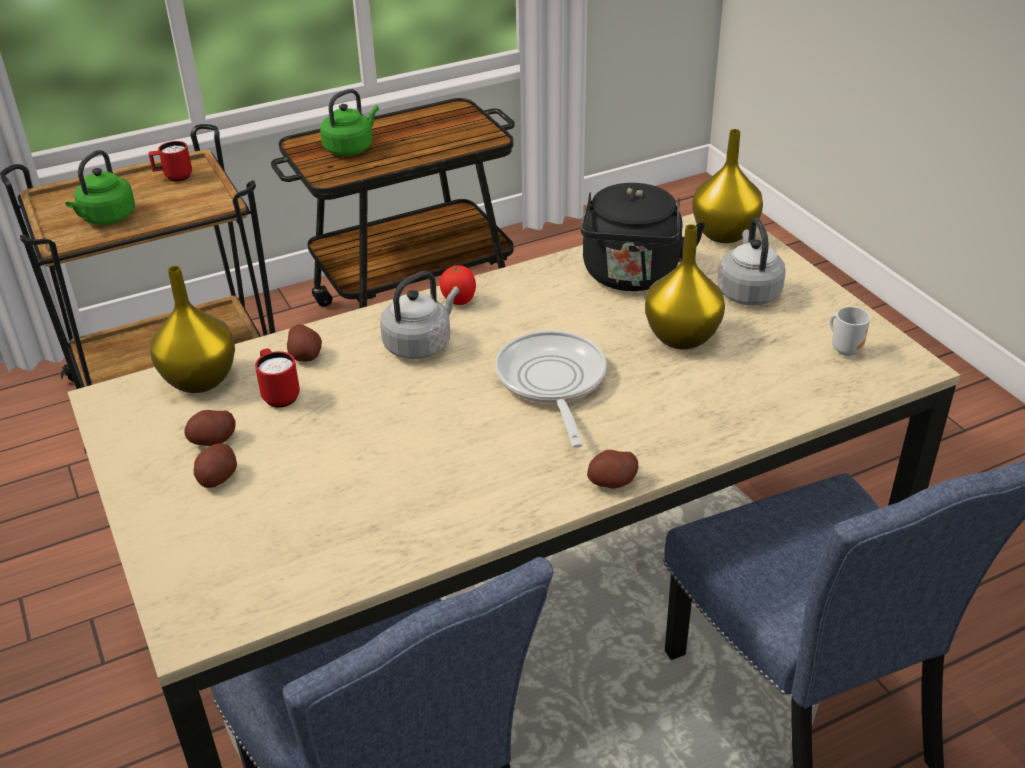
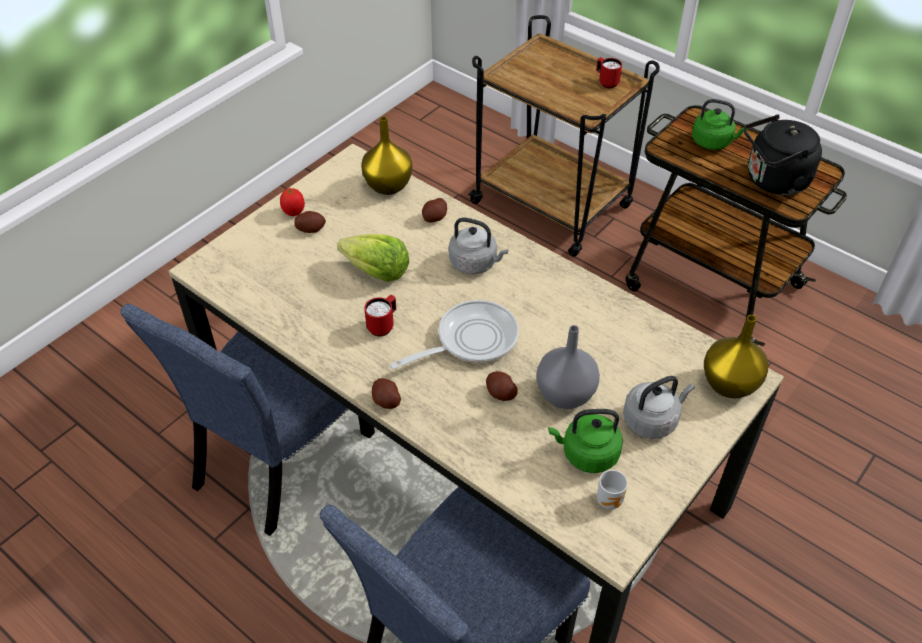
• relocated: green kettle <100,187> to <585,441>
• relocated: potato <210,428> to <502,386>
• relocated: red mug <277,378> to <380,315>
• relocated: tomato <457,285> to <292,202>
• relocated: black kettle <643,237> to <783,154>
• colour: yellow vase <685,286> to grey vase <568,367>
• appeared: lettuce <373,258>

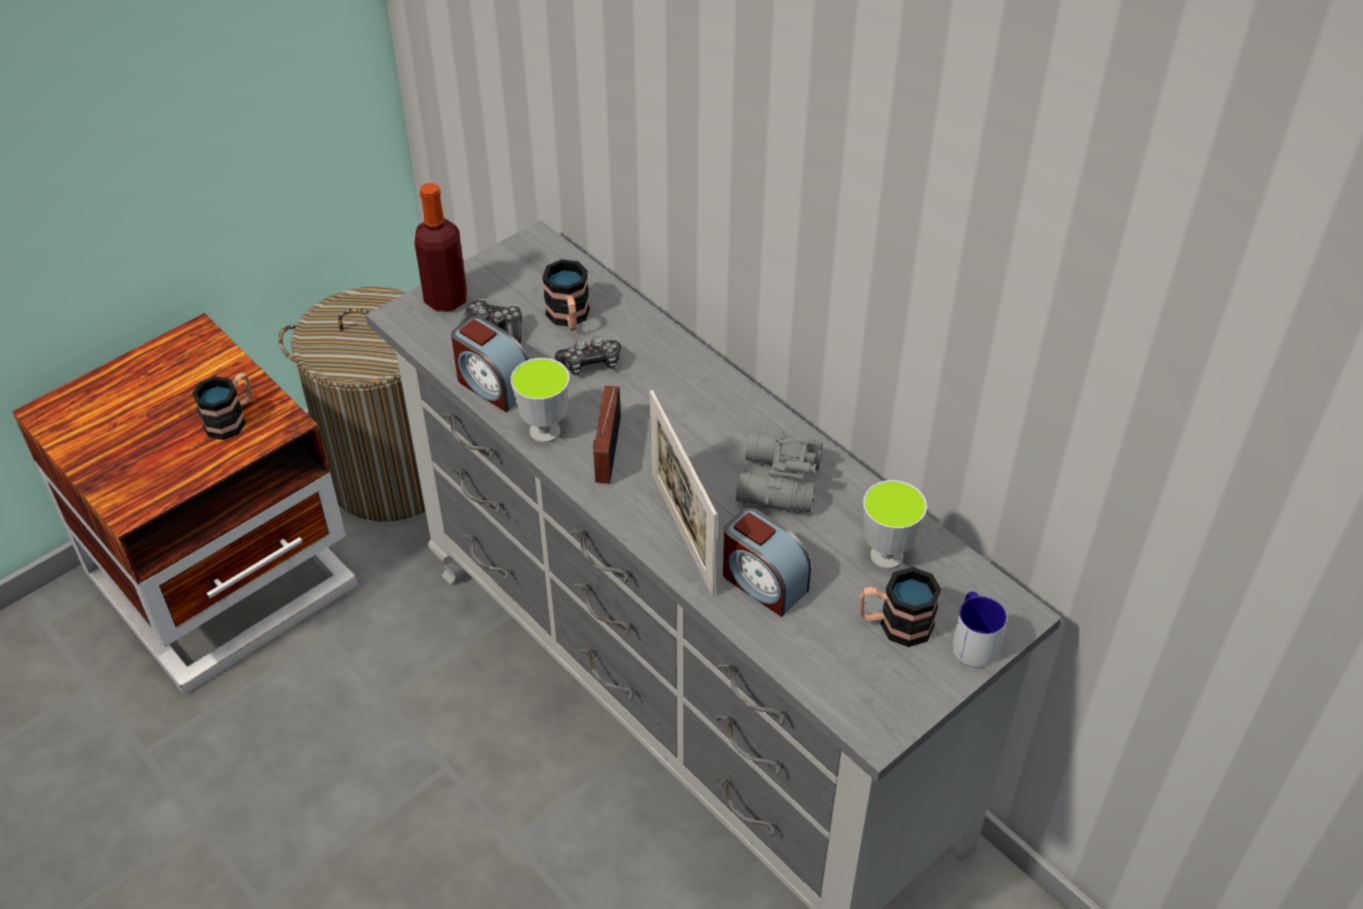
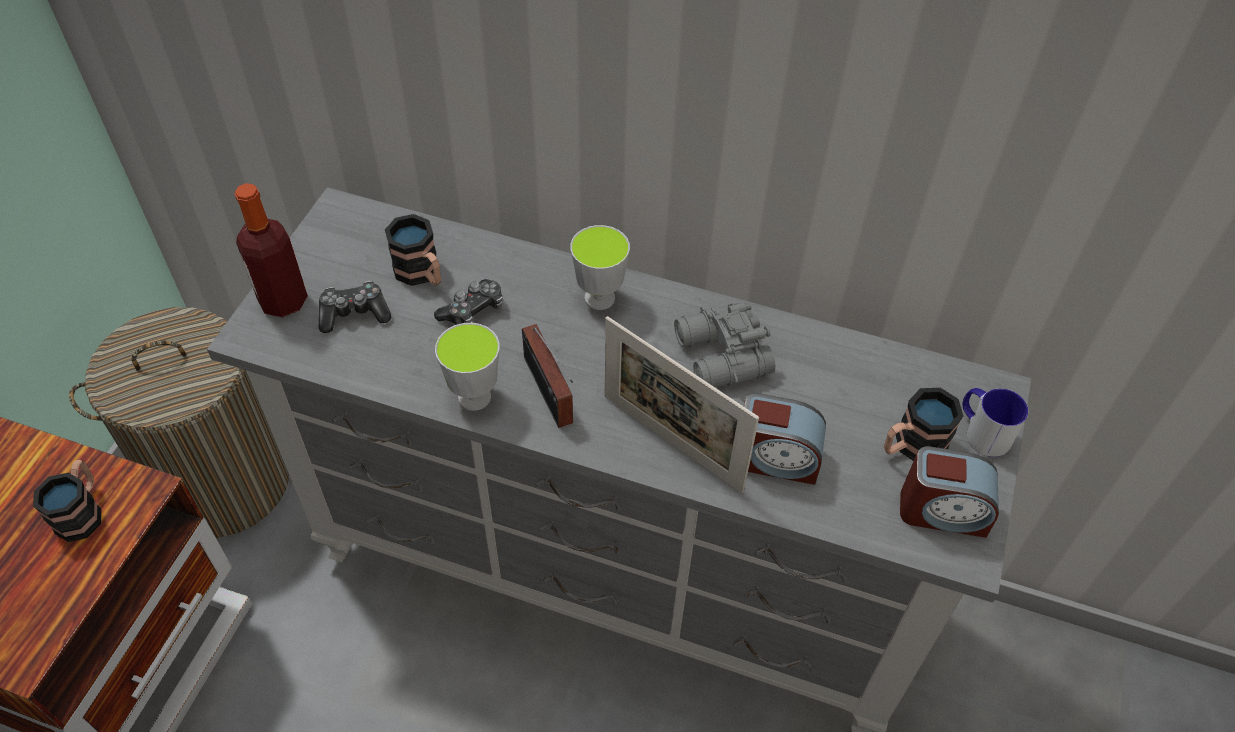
• relocated: alarm clock <490,364> to <949,492>
• relocated: cup <895,524> to <600,267>

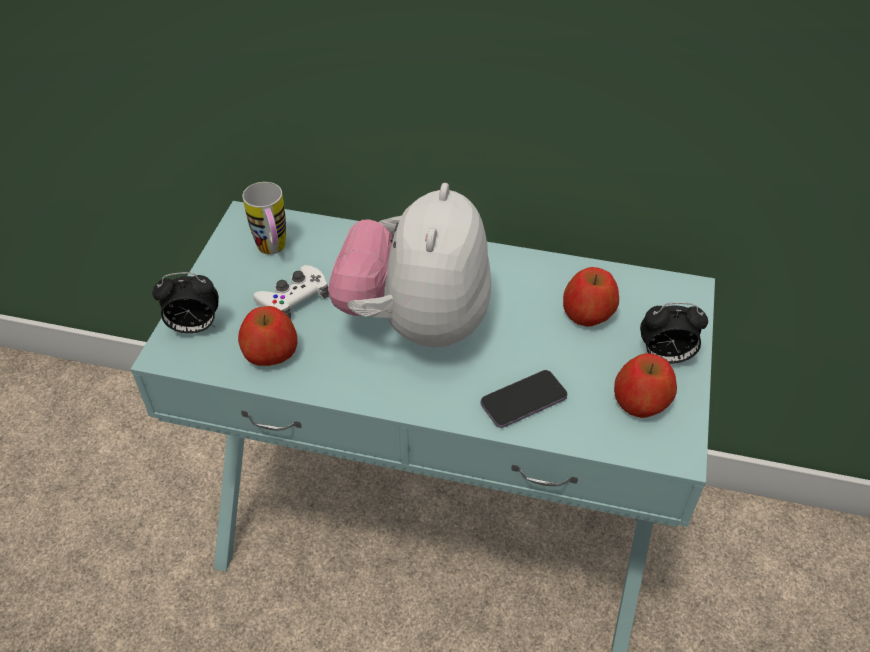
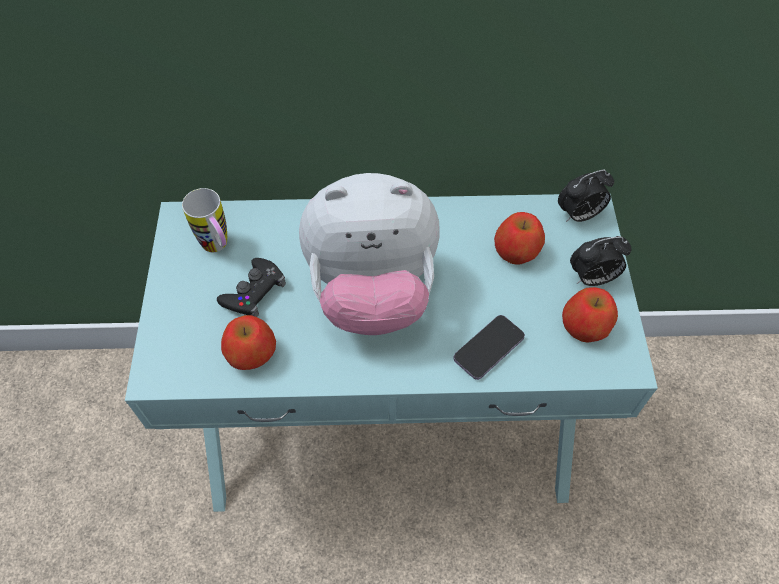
• relocated: alarm clock <185,303> to <586,196>
• colour: white game controller <291,292> to black game controller <251,287>
• spun: plush toy <409,265> = <369,254> 90 degrees counterclockwise

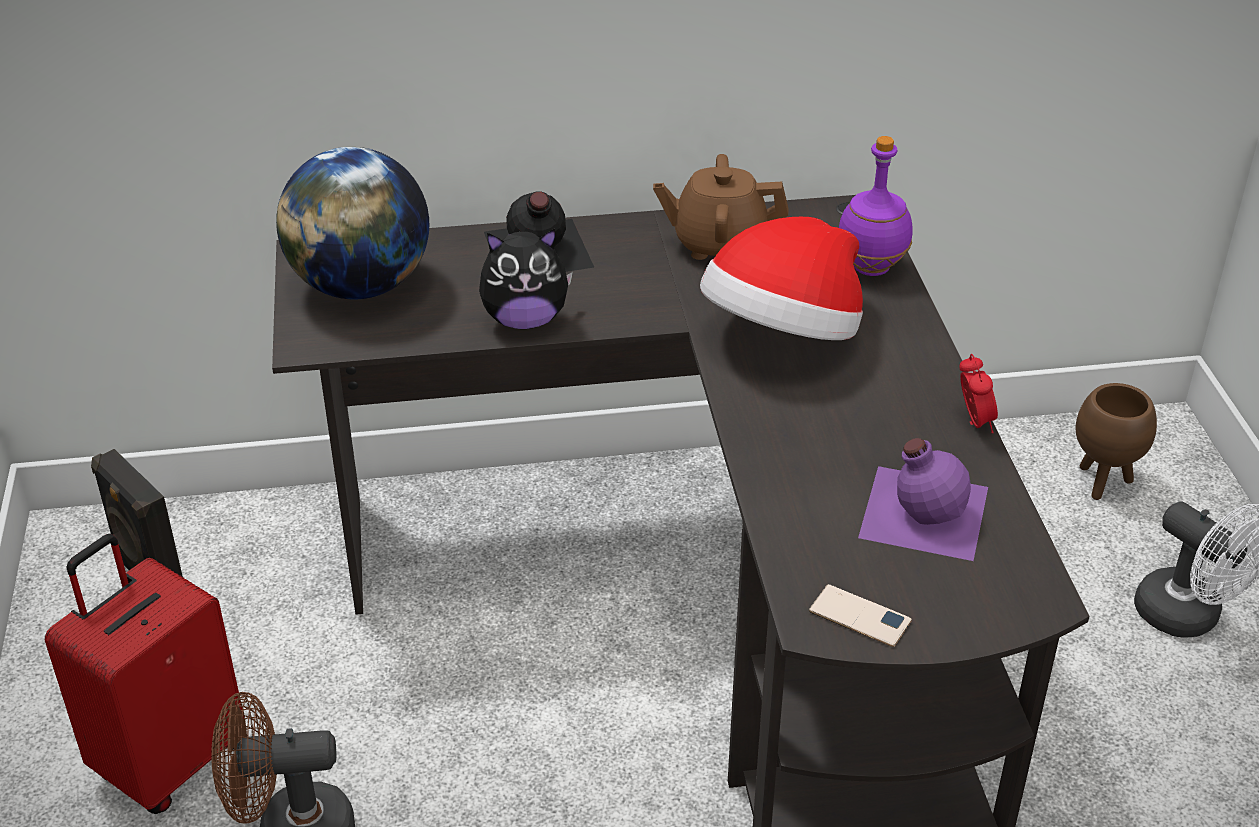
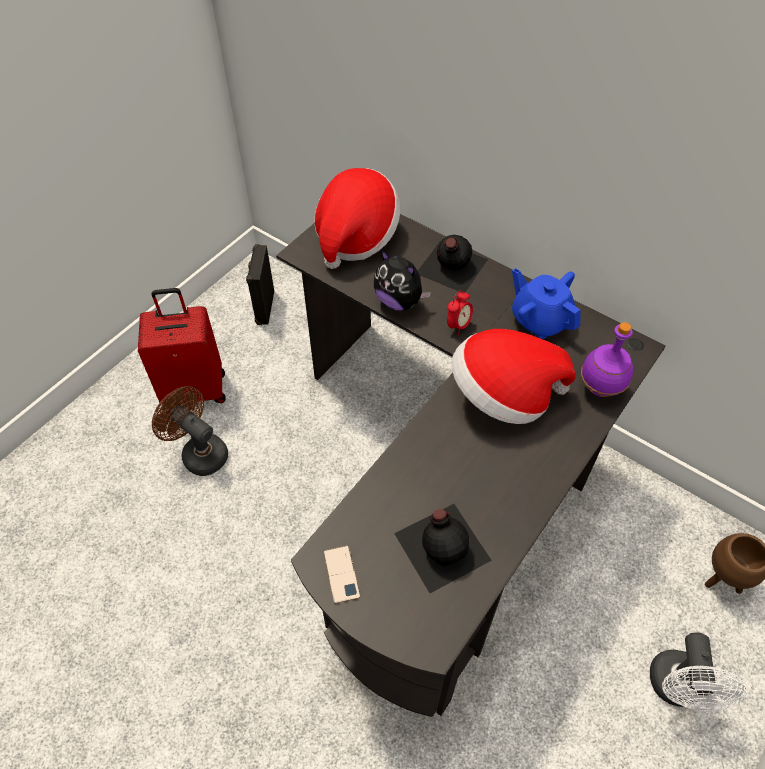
• exchanged: globe <352,223> to hat <357,218>
• colour: brown teapot <721,207> to blue teapot <546,303>
• colour: purple bottle <923,499> to black bottle <443,548>
• relocated: alarm clock <978,393> to <460,312>

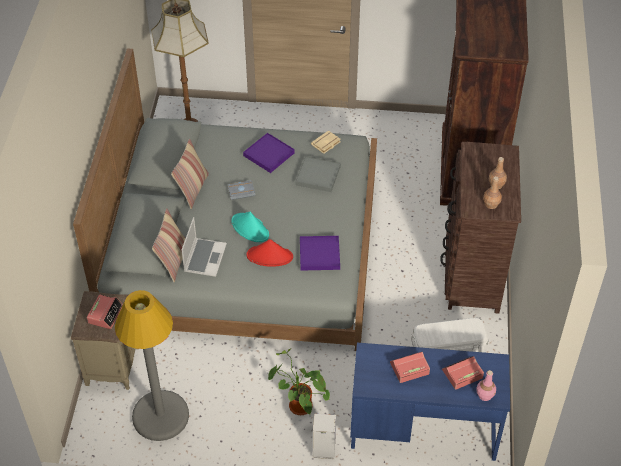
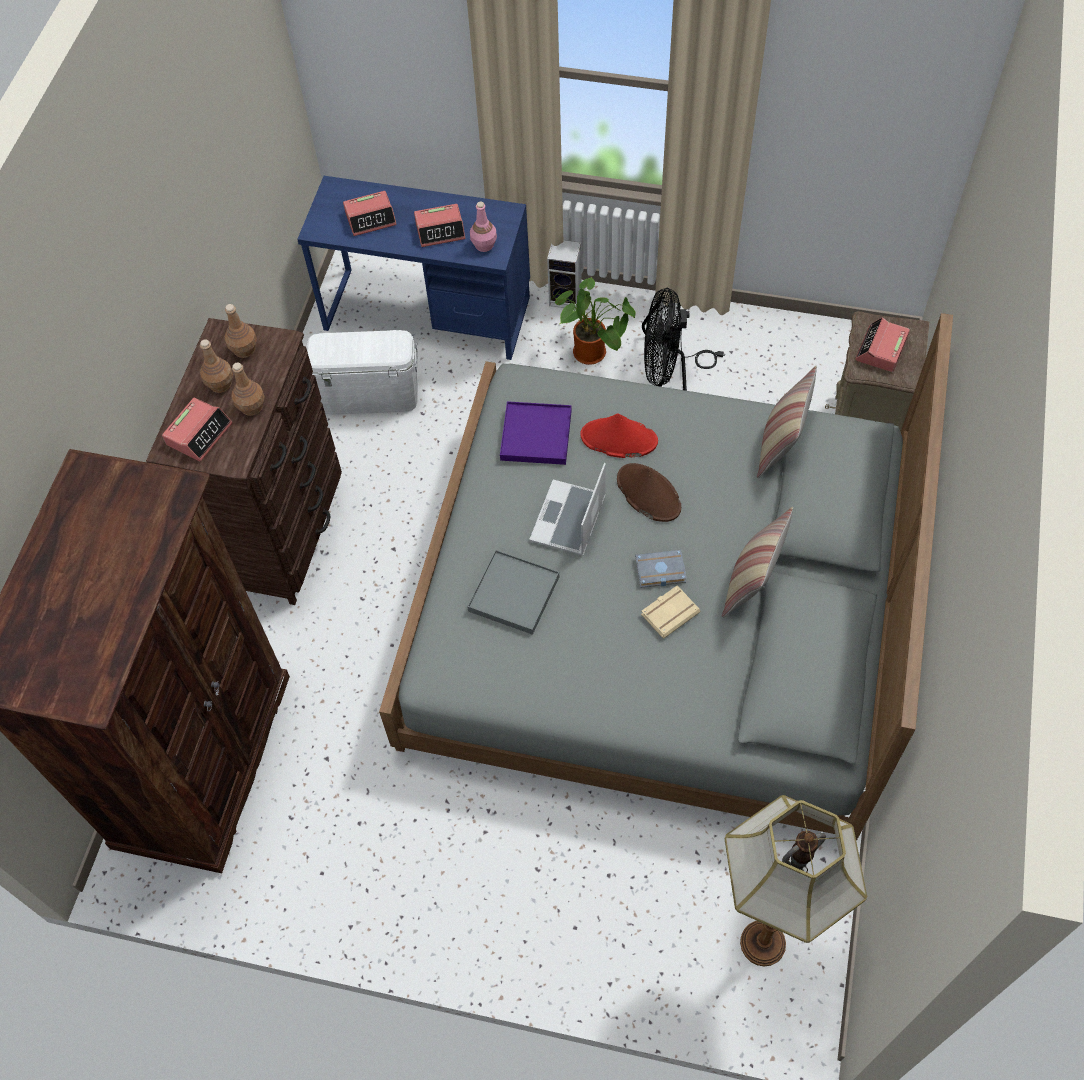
• missing: grey floor lamp <152,365>
• relocated: laptop <204,247> to <567,509>
• colour: turquoise hat <250,227> to brown hat <649,492>
• missing: purple tray <269,153>
• relocated: beige book <326,142> to <670,611>
• relocated: pink bottle <486,385> to <483,227>
• appeared: alarm clock <197,430>
• appeared: brown bottle <247,389>
• appeared: black fan <684,339>

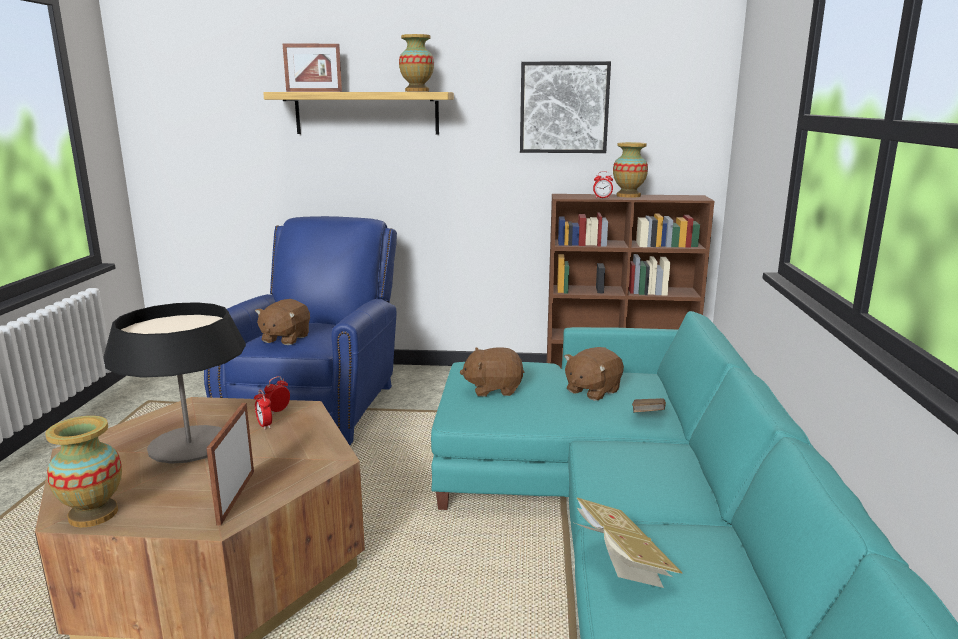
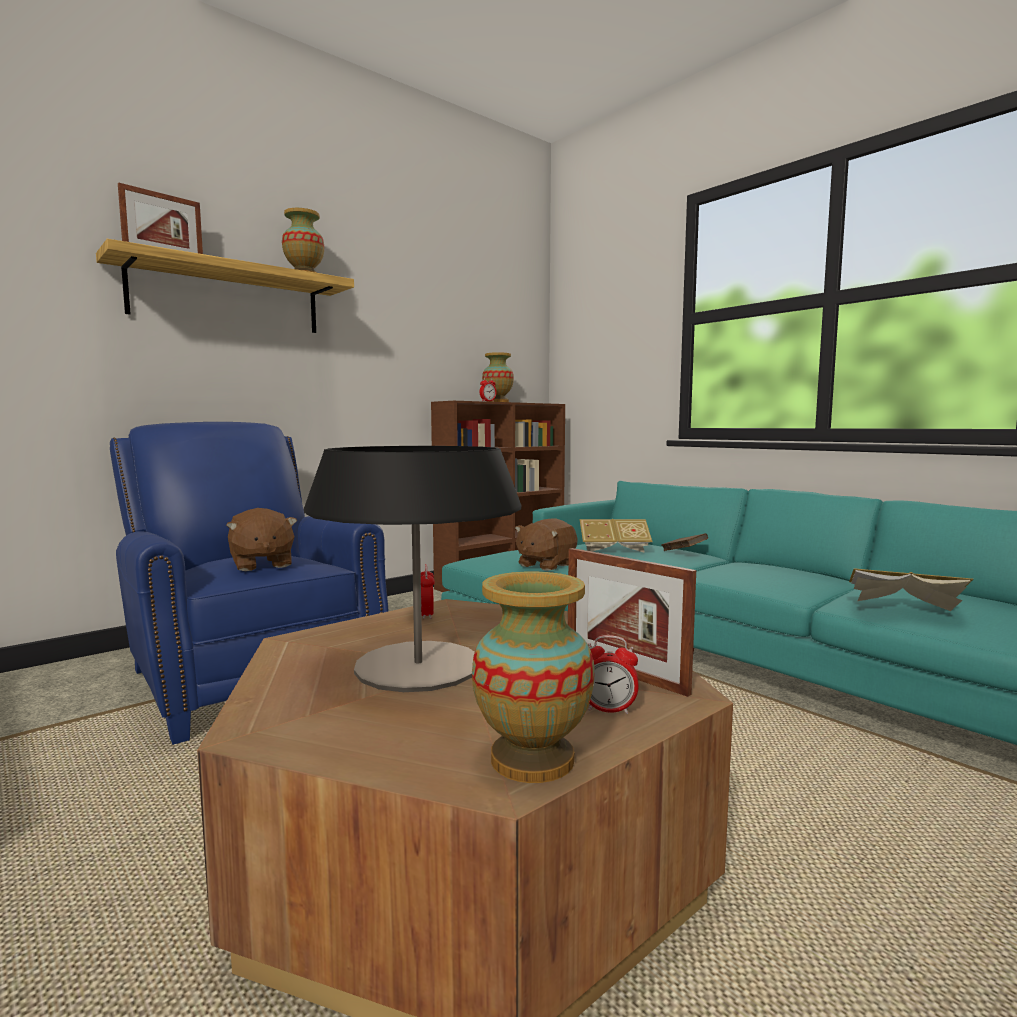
• relocated: alarm clock <263,409> to <613,674>
• missing: picture <565,107>
• exchanged: brown plush toy <594,374> to book <616,536>

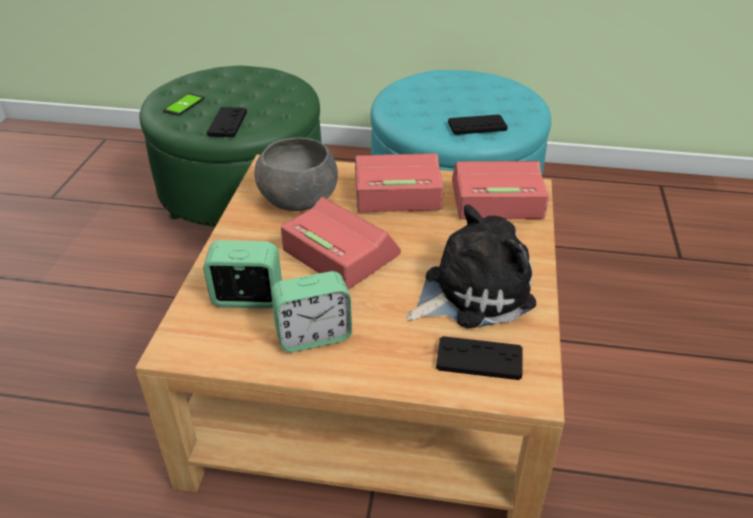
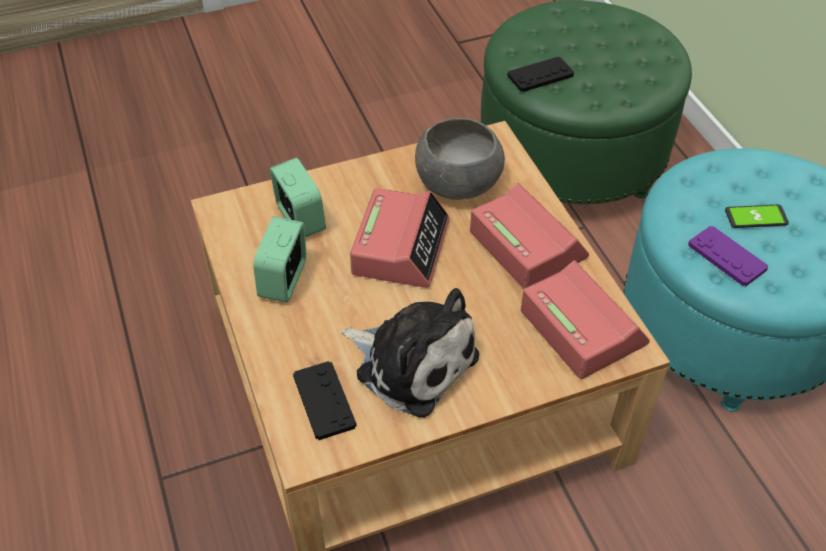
• relocated: phone <184,104> to <757,216>
• spun: alarm clock <311,311> = <279,259> 60 degrees clockwise
• colour: black game controller <478,124> to purple game controller <728,256>

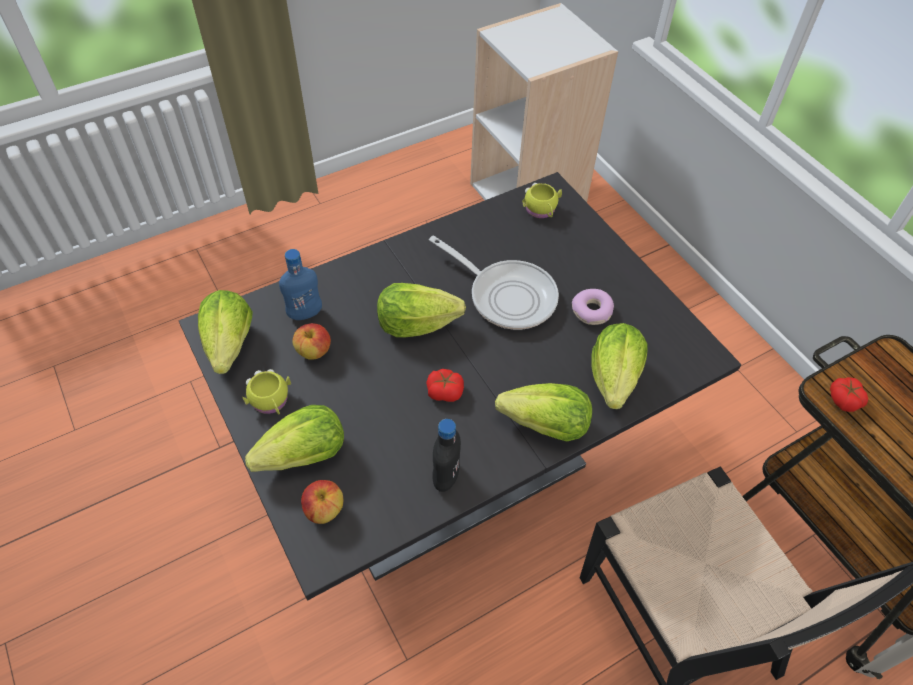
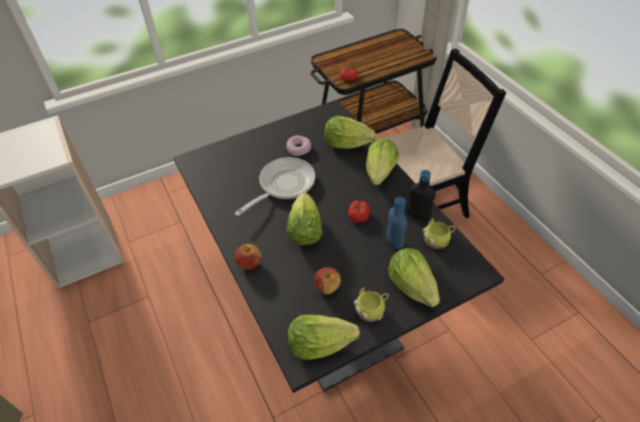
• relocated: blue bottle <300,284> to <396,223>
• relocated: apple <322,502> to <248,257>
• relocated: yellow mug <542,200> to <439,233>

